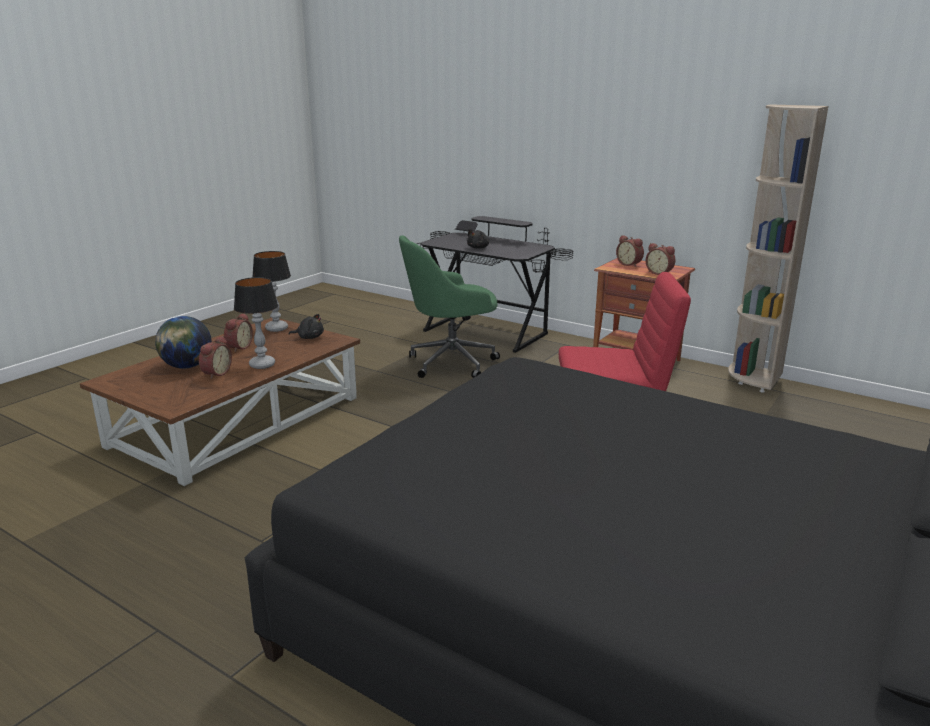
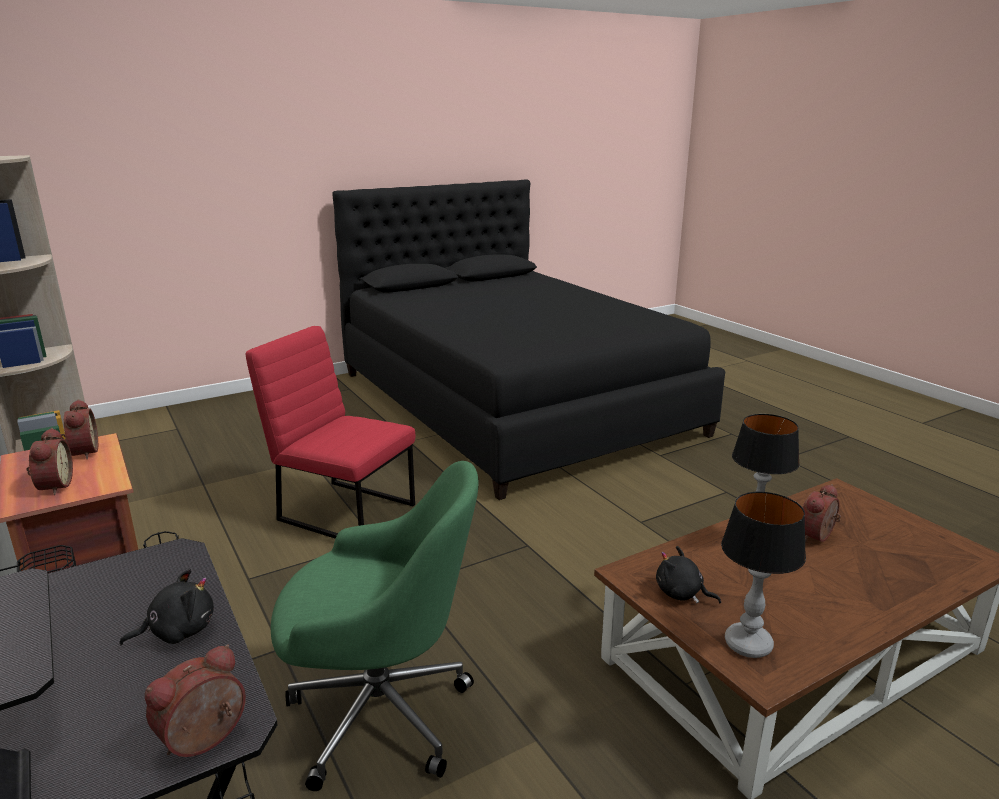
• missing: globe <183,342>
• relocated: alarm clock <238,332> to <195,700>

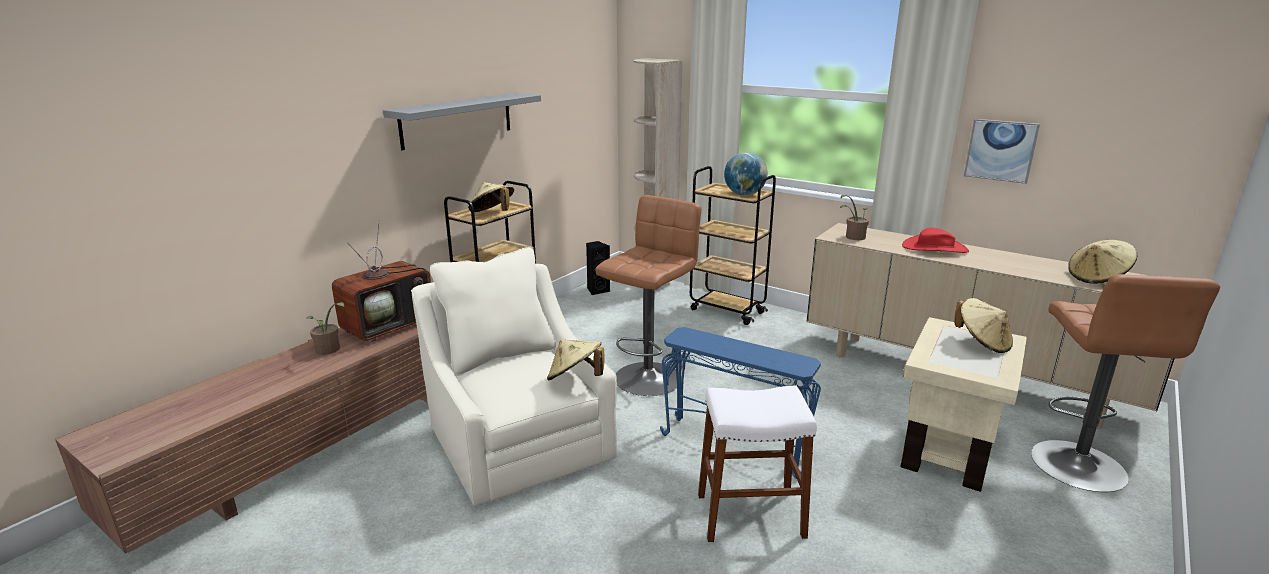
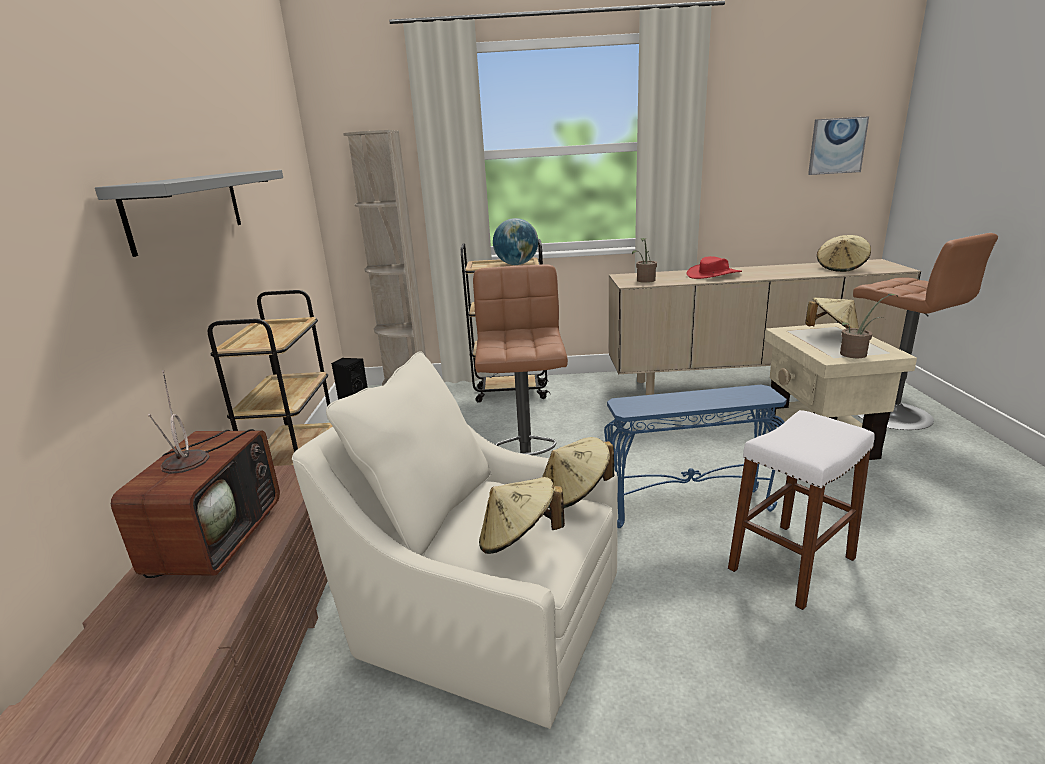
• relocated: potted plant <325,328> to <869,325>
• relocated: beige hat <491,197> to <522,515>
• relocated: picture <1002,151> to <838,145>

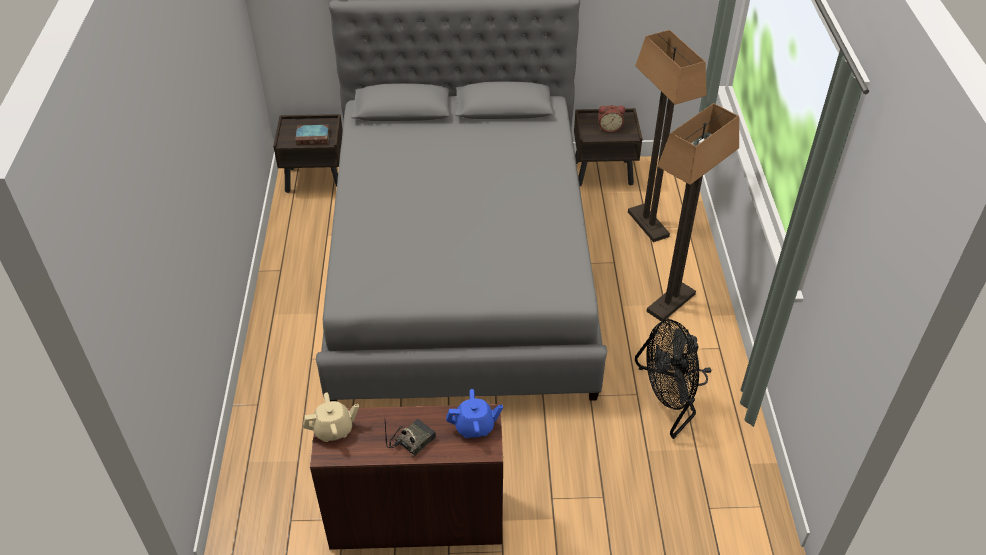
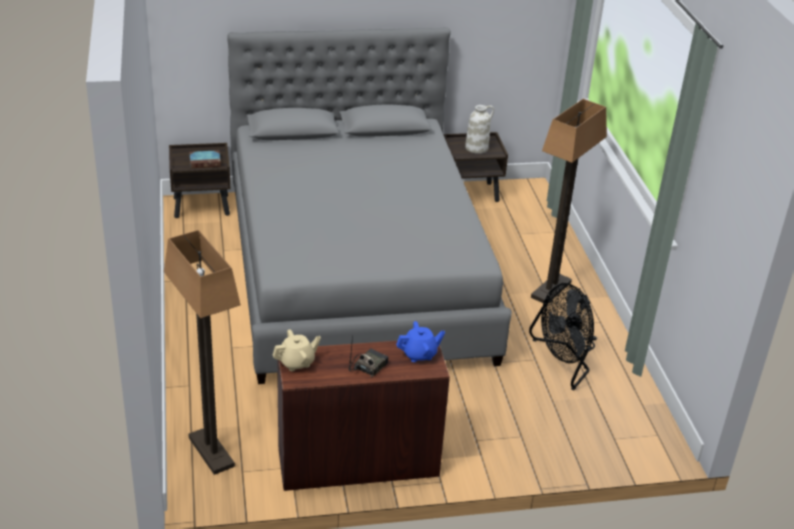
• exchanged: alarm clock <611,118> to white vase <479,129>
• relocated: floor lamp <667,136> to <202,352>

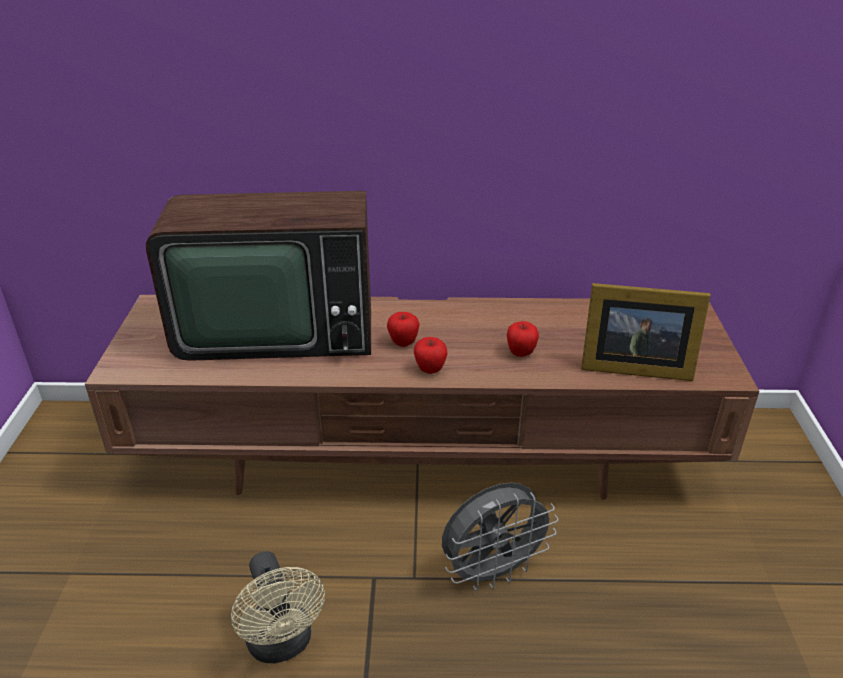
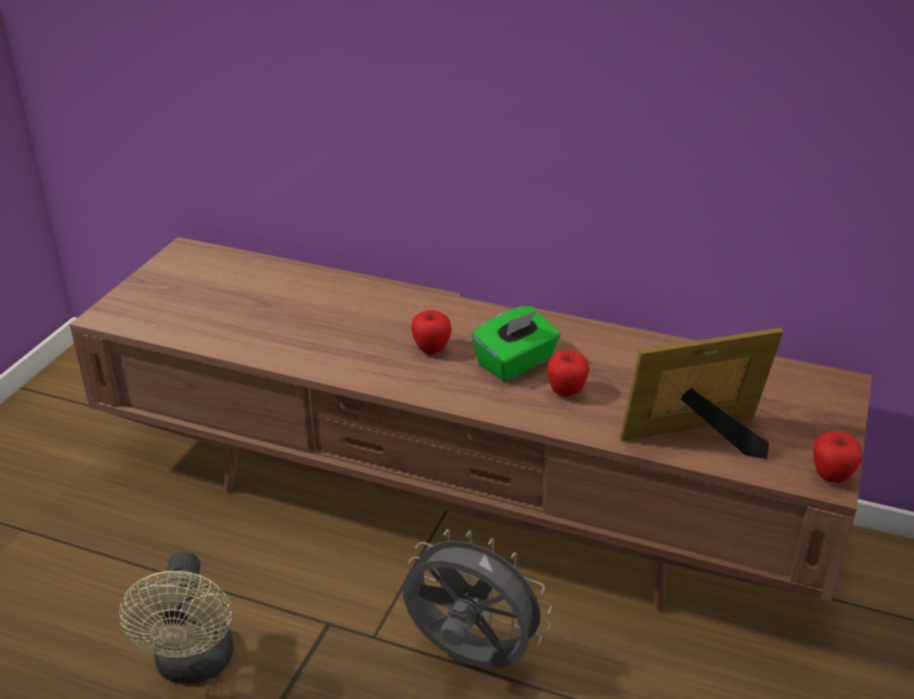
• missing: television <258,276>
• relocated: apple <430,355> to <837,457>
• spun: grey fan <500,536> = <477,598> 150 degrees counterclockwise
• spun: picture frame <646,332> = <702,393> 135 degrees clockwise
• appeared: green tissue box <516,343>

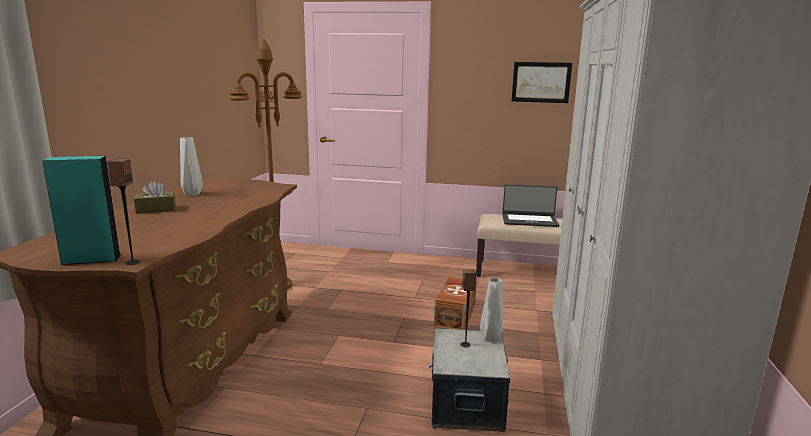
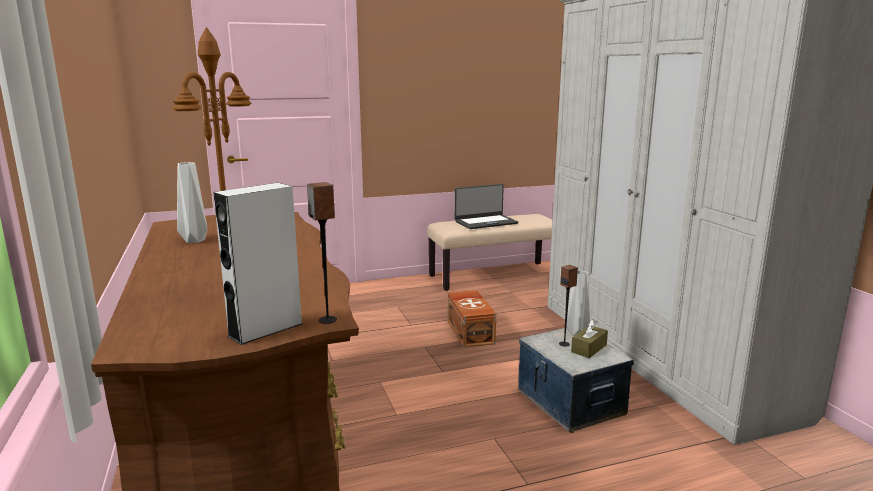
• colour: turquoise speaker <81,210> to grey speaker <258,264>
• relocated: brown tissue box <155,197> to <589,338>
• missing: picture <542,82>

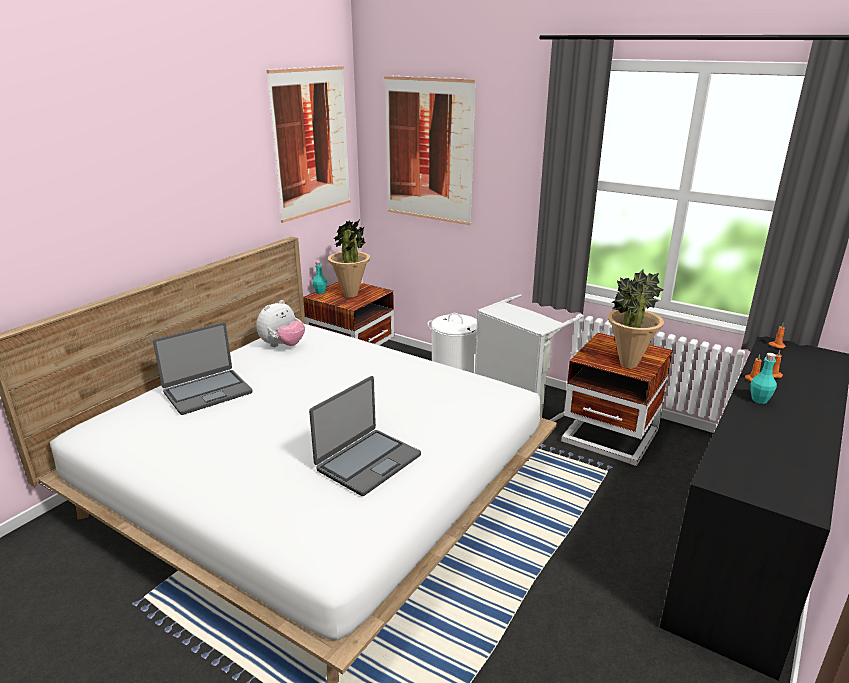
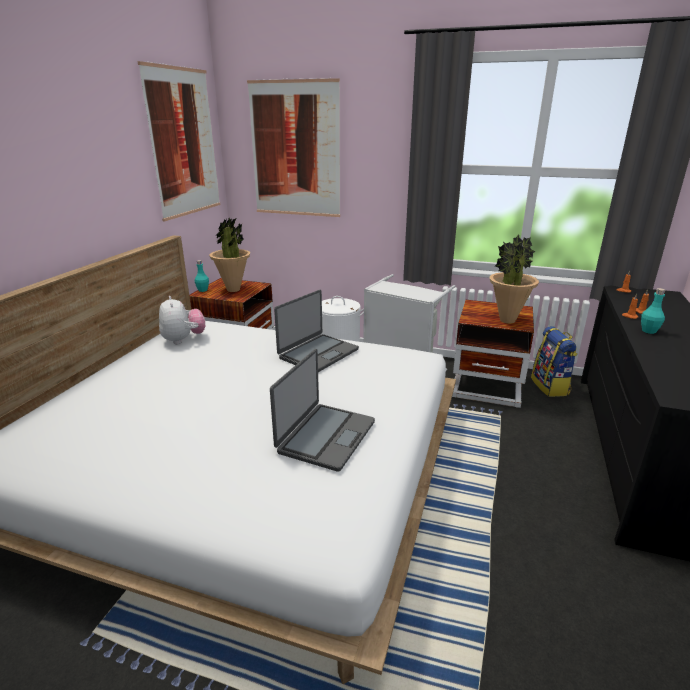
• relocated: laptop <203,368> to <316,331>
• spun: plush toy <281,323> = <182,320> 45 degrees counterclockwise
• appeared: backpack <554,361>

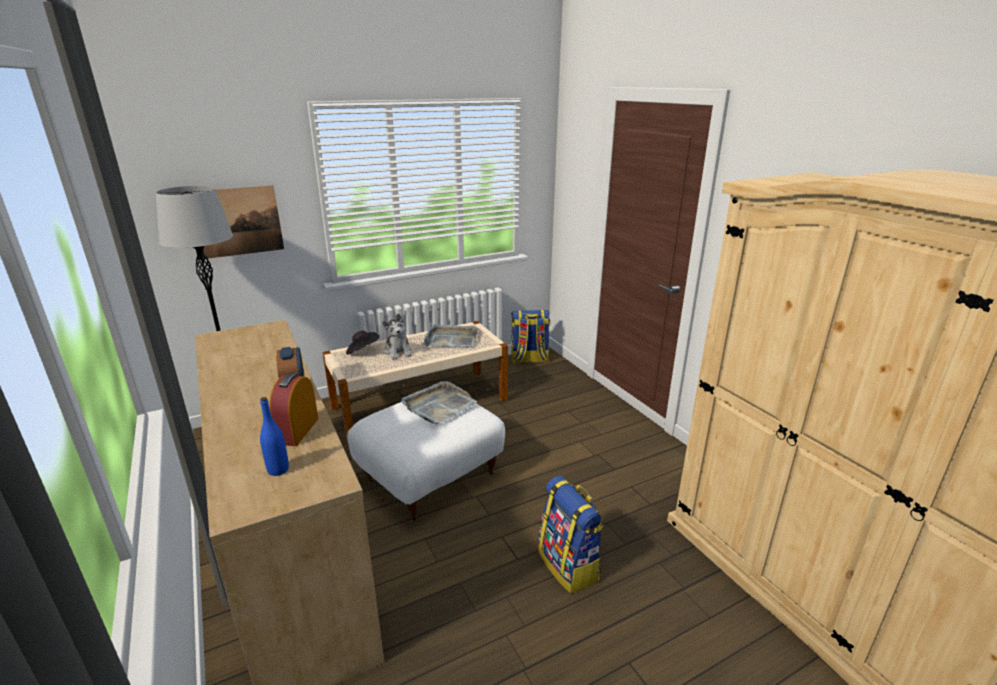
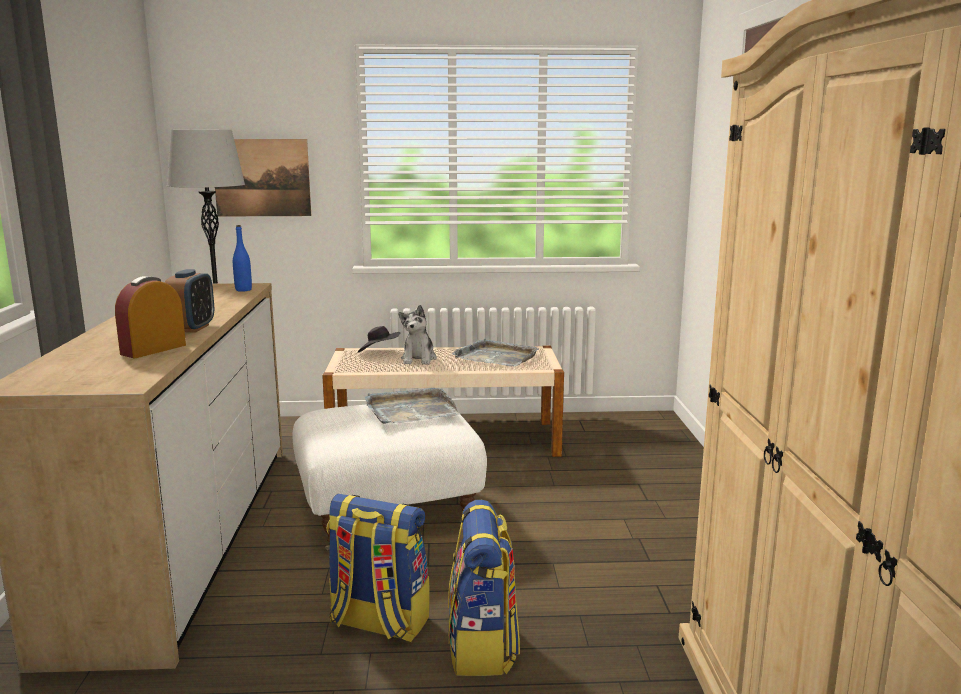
• relocated: blue bottle <274,436> to <242,258>
• relocated: backpack <530,336> to <378,568>

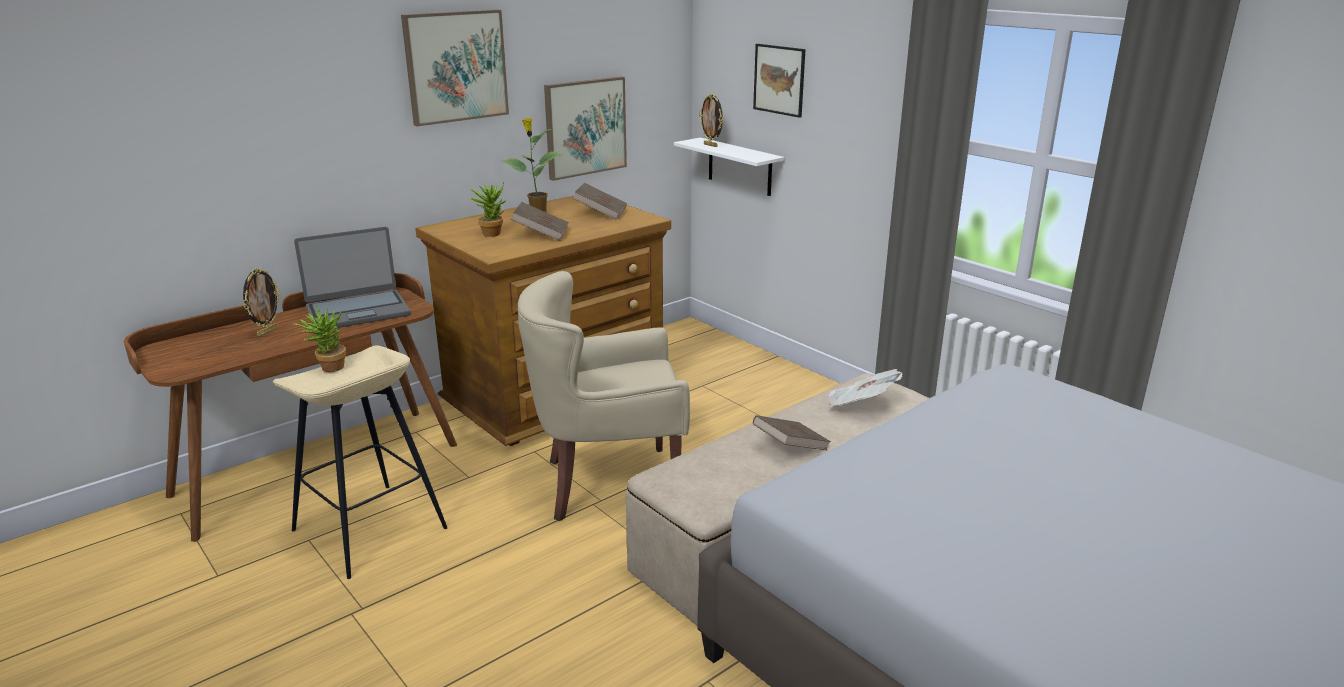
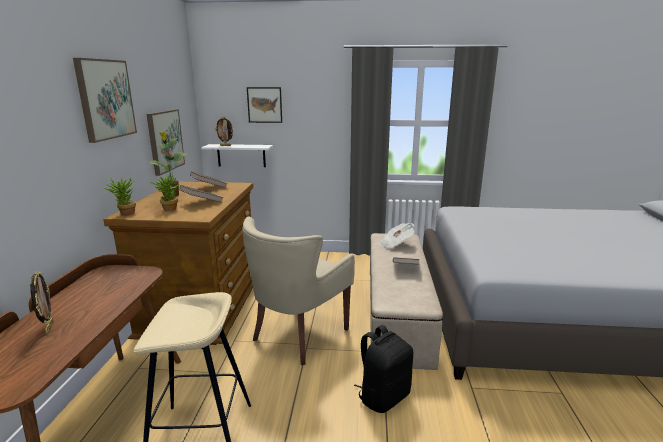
• relocated: potted plant <319,338> to <120,197>
• missing: laptop <352,277>
• appeared: black backpack <383,369>

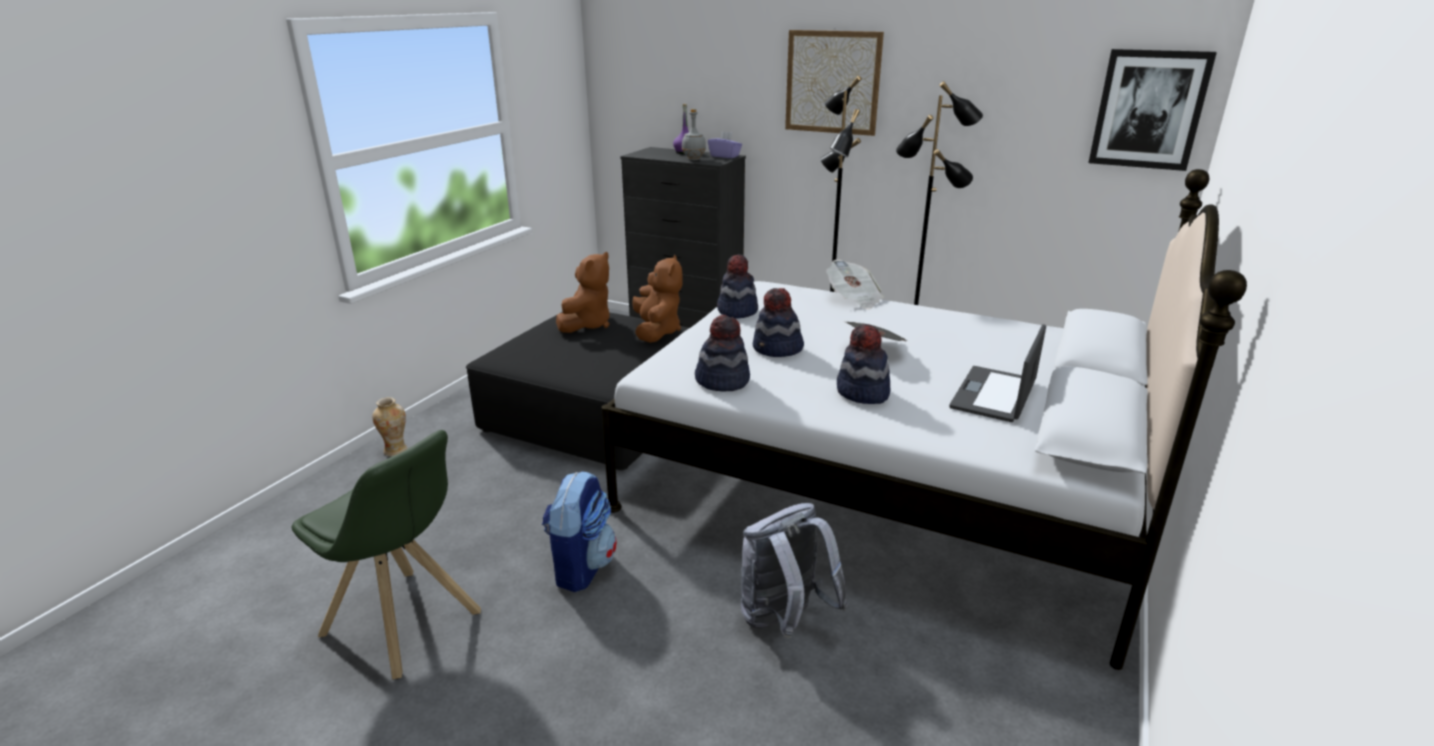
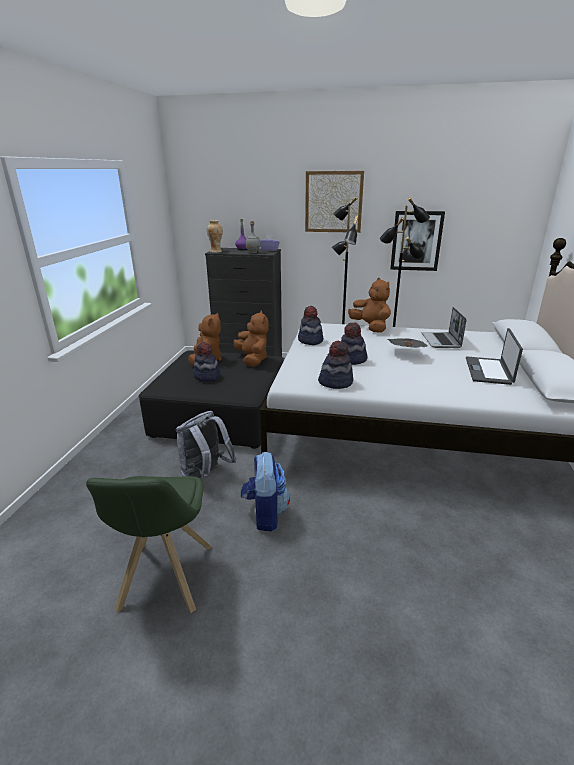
• spun: green chair <386,554> = <149,544> 75 degrees clockwise
• relocated: vase <390,427> to <215,236>
• relocated: grey backpack <794,570> to <206,445>
• exchanged: newspaper <855,284> to brown plush toy <369,305>
• relocated: hat <864,364> to <206,362>
• relocated: picture <1152,110> to <417,241>
• appeared: laptop <444,327>

